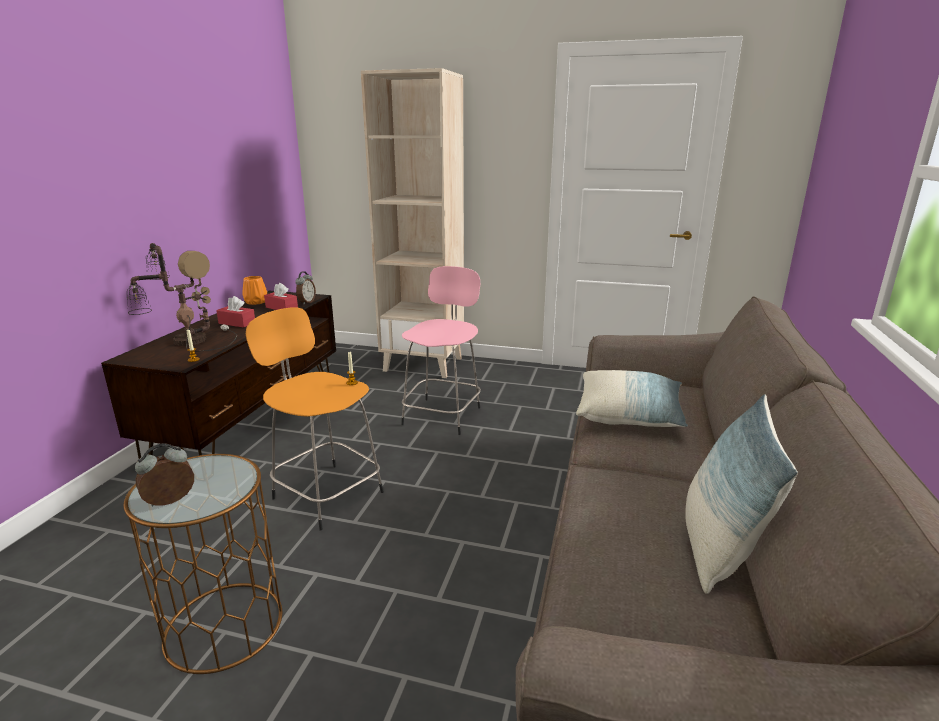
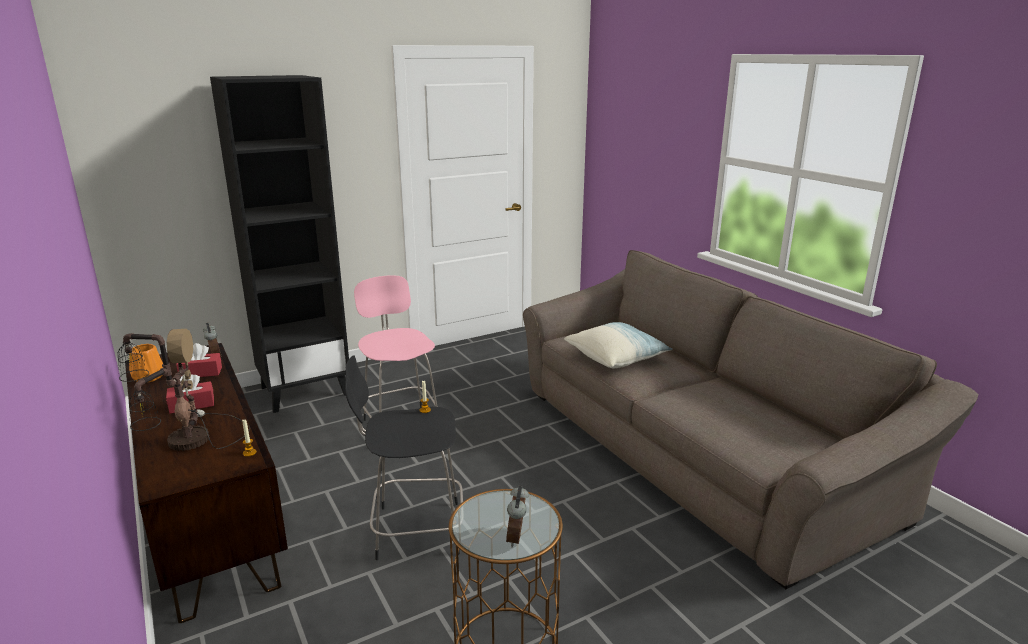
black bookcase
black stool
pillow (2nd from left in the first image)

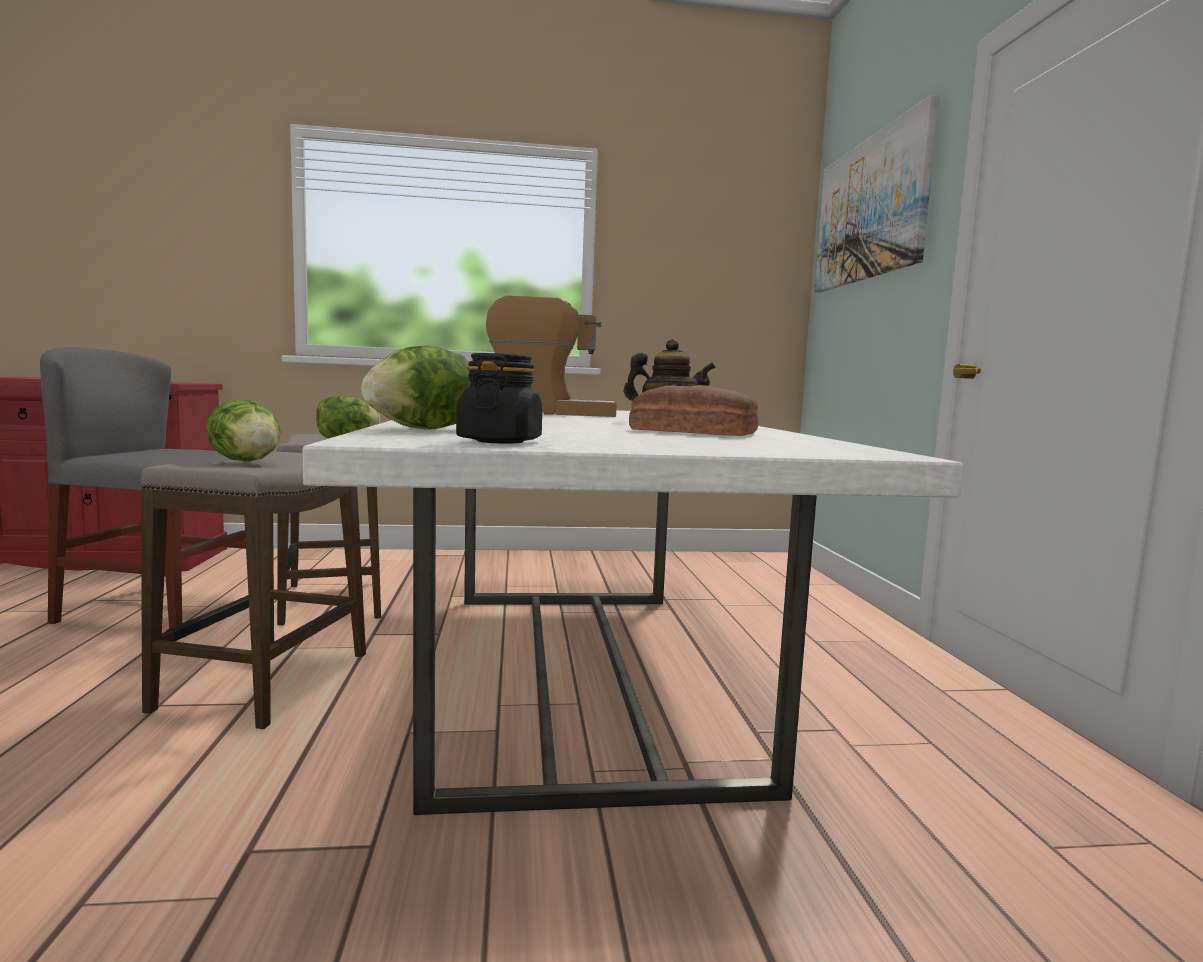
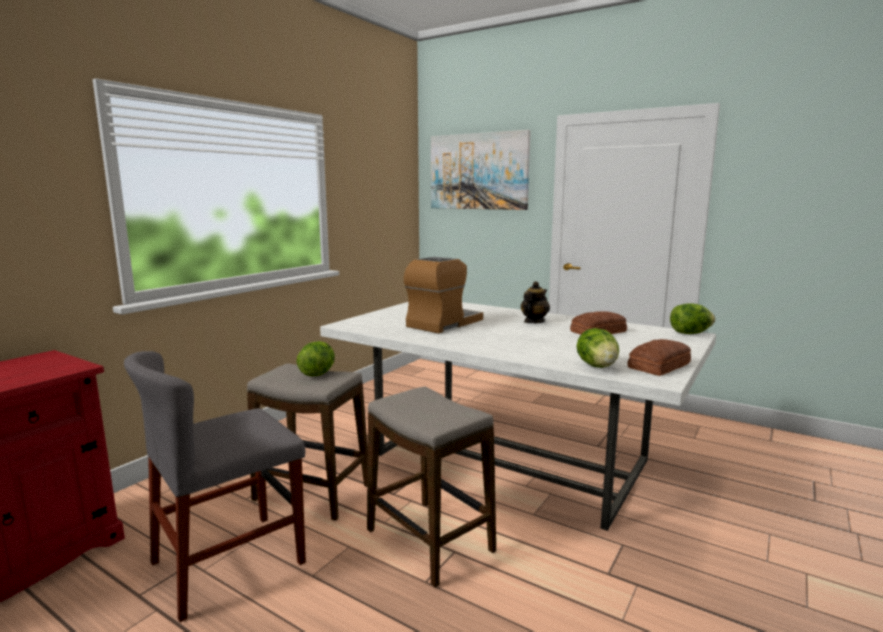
bread (2nd from left)
lettuce (3rd from left)

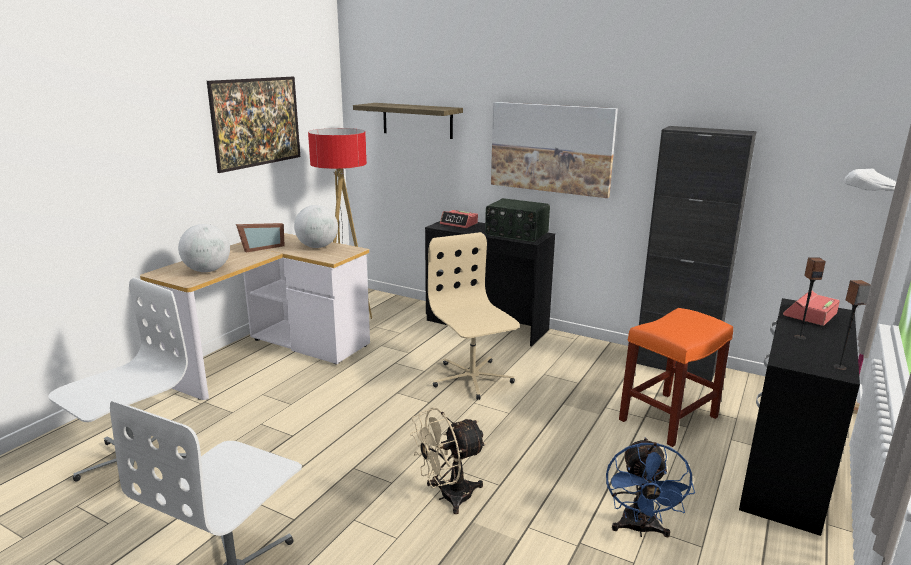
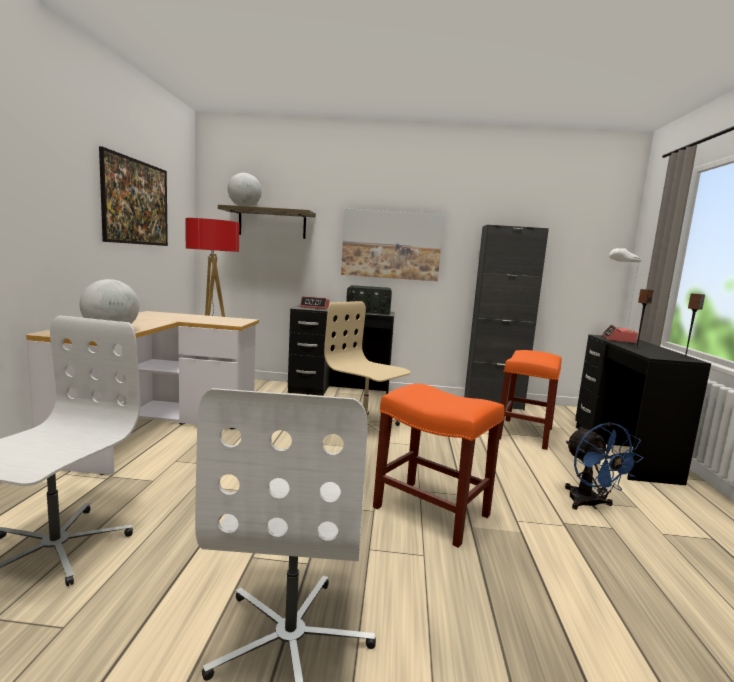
globe (2nd from left)
picture frame
orange stool (1st from left)

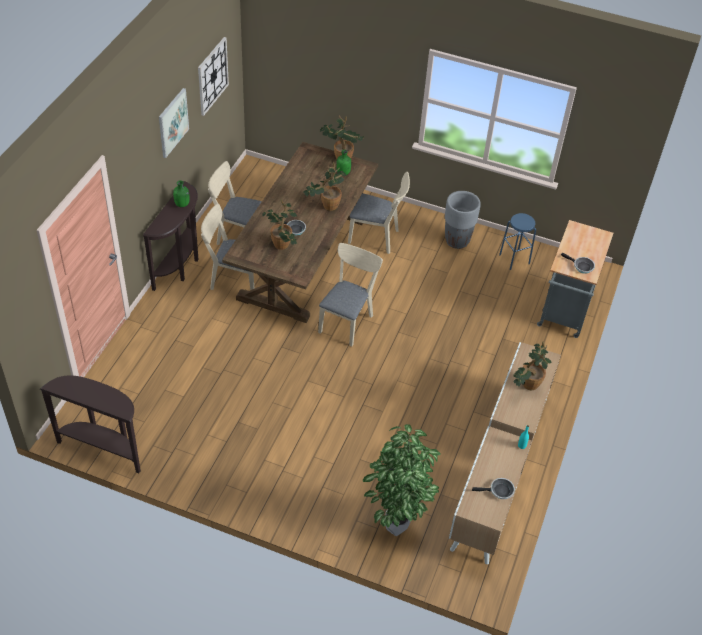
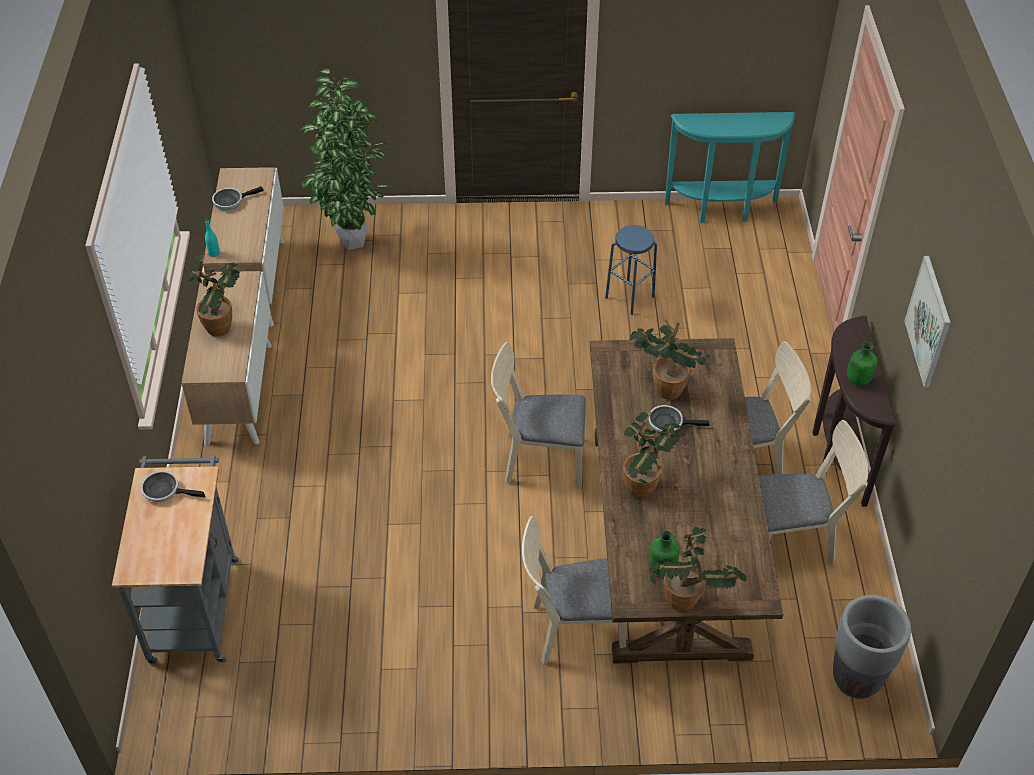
wall clock
grey planter
blue stool
beige chair (1st from left)
turquoise console table

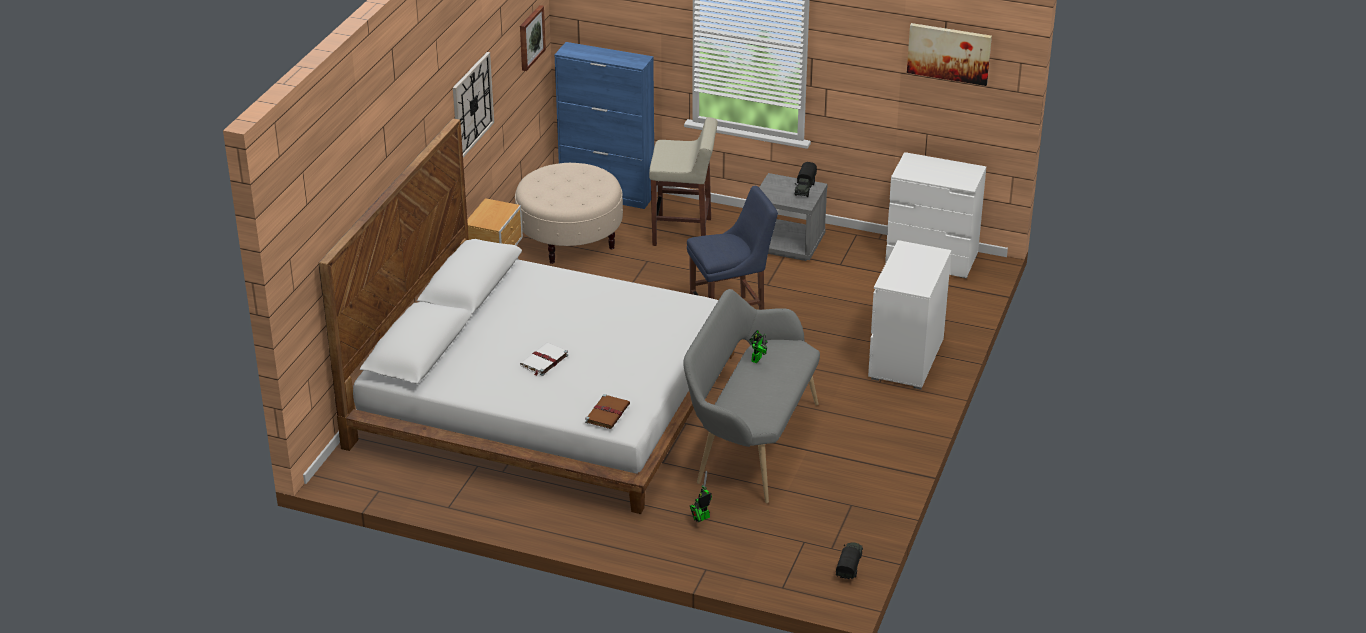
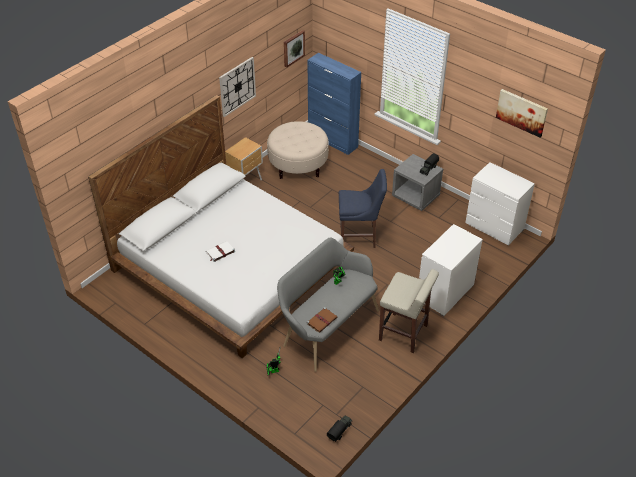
beige stool
brown book

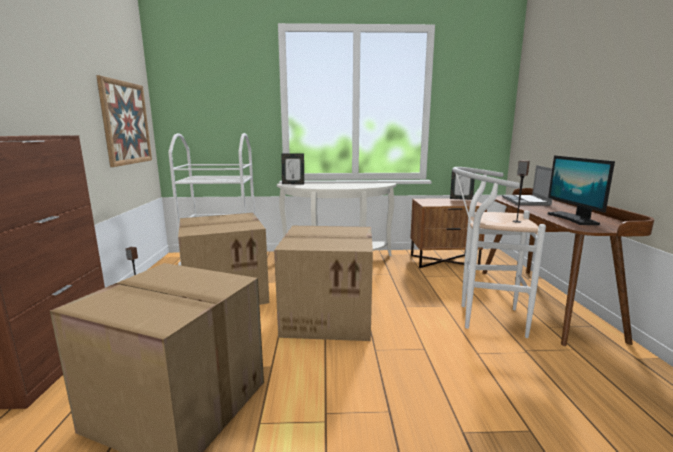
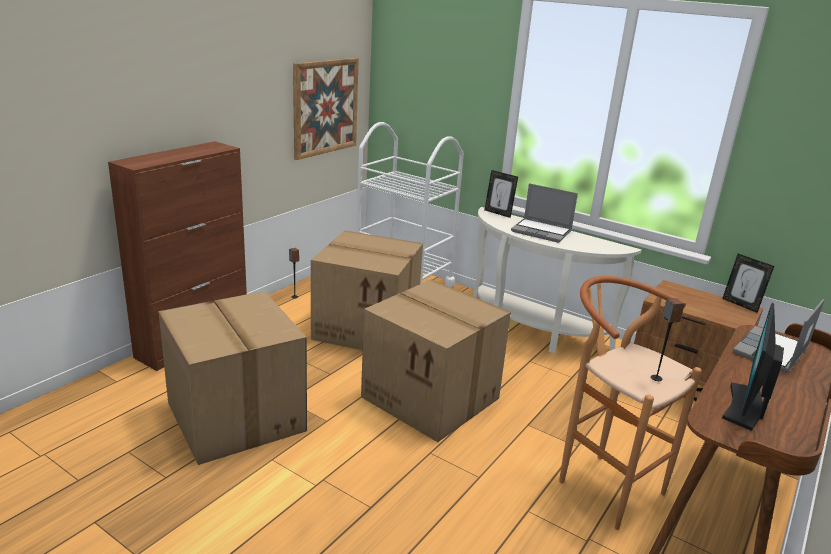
brown stool
laptop (1st from left)

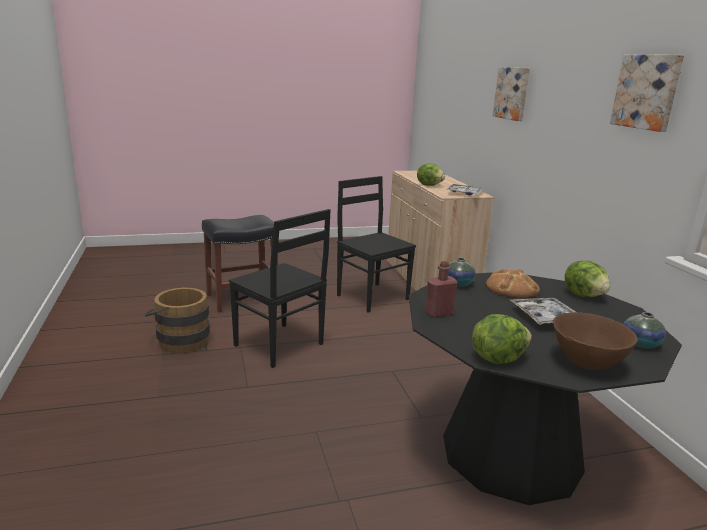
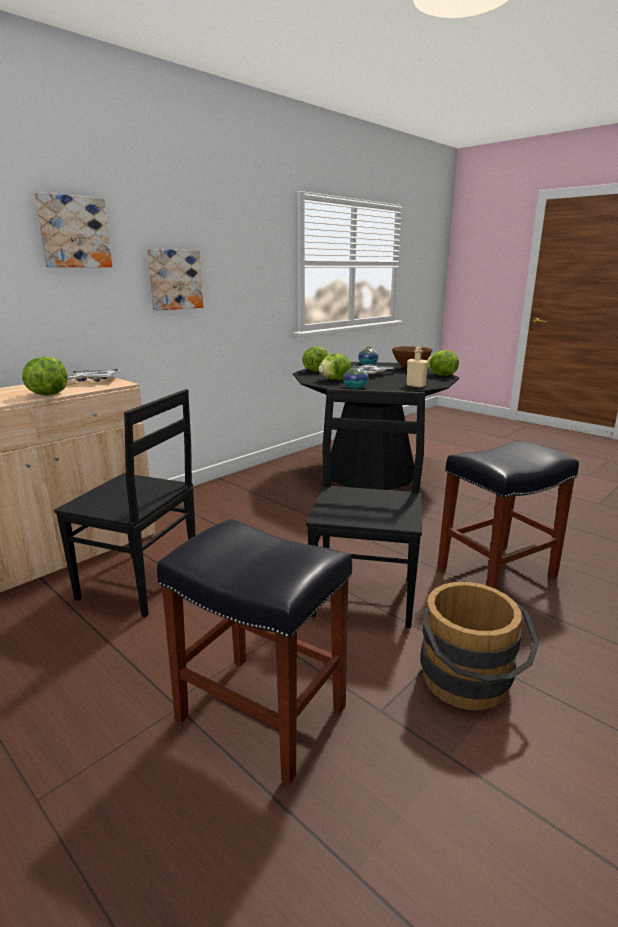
picture (2nd from left)
black chair (1st from left)
beige bottle
lettuce (3rd from left)
black stool (2nd from left)

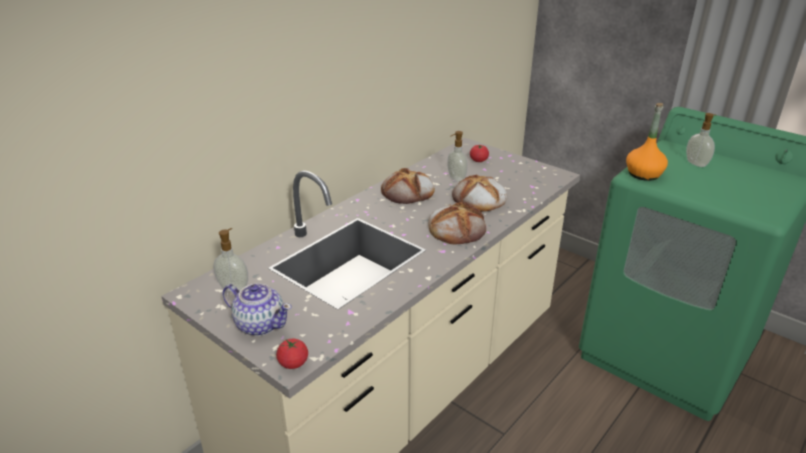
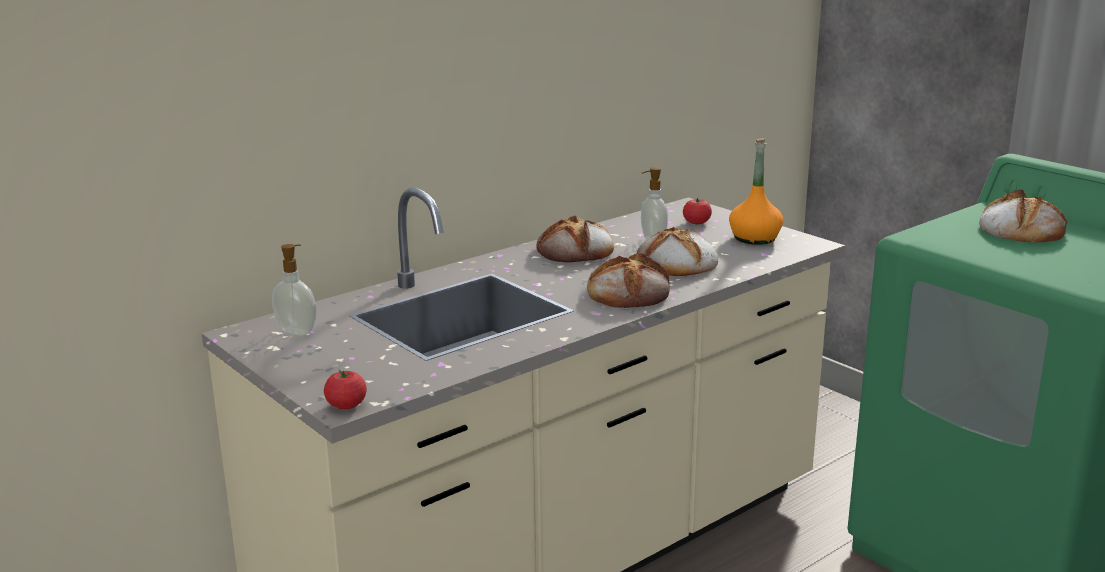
orange bottle
bread (4th from left)
teapot

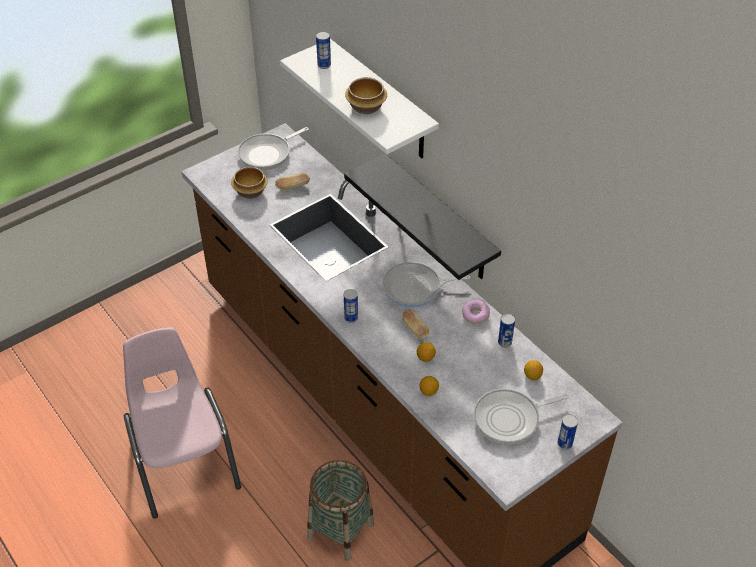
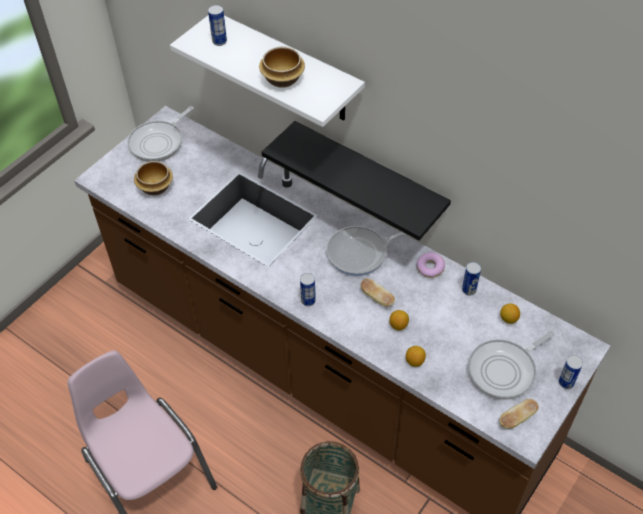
bread (2nd from left)

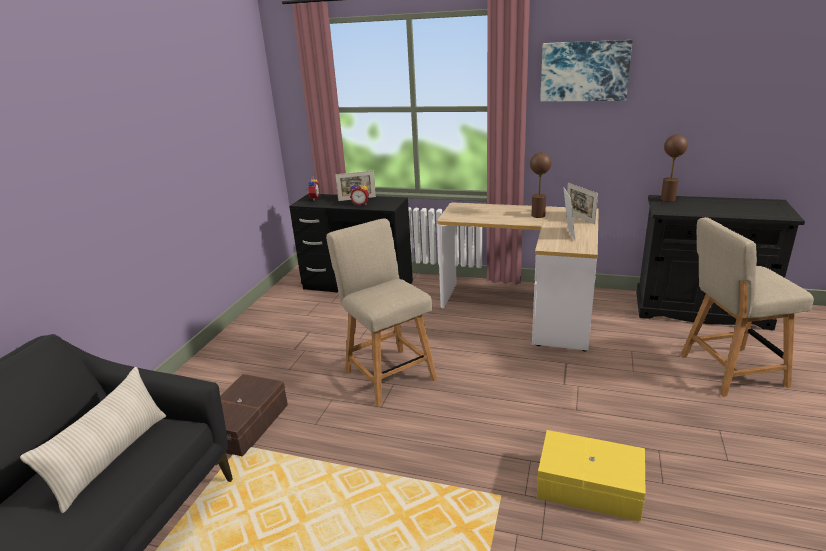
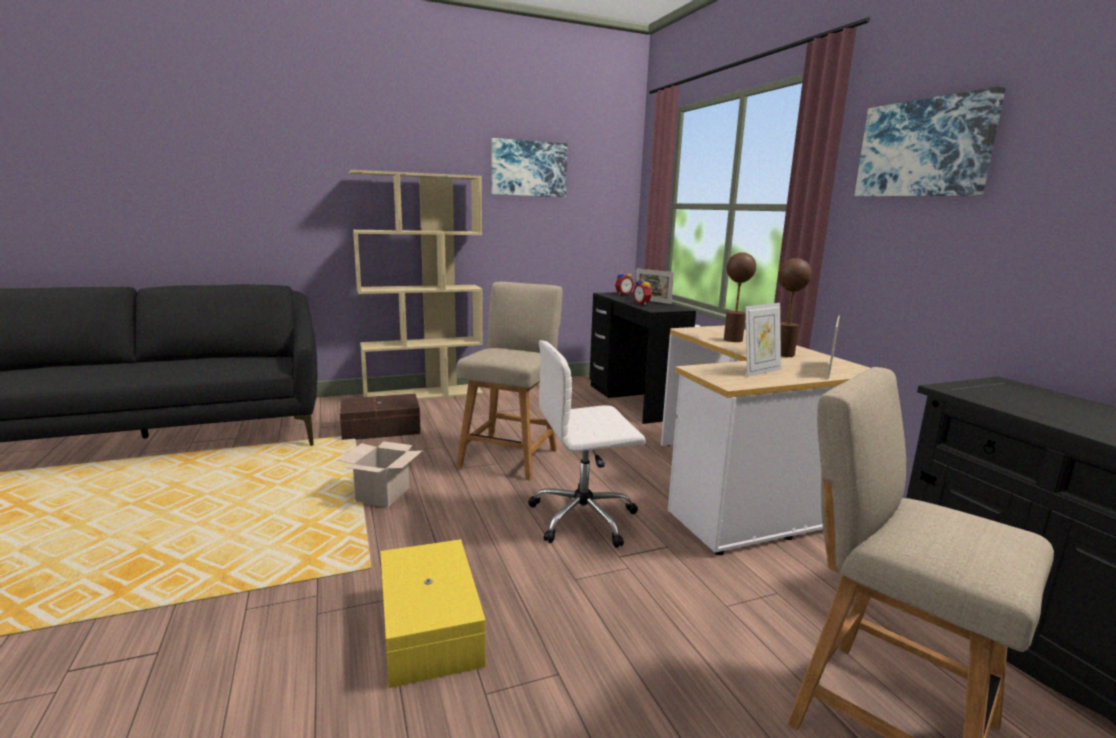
brown table lamp (1st from left)
beige pillow
picture (1st from left)
beige bookcase
white office chair
cardboard box

